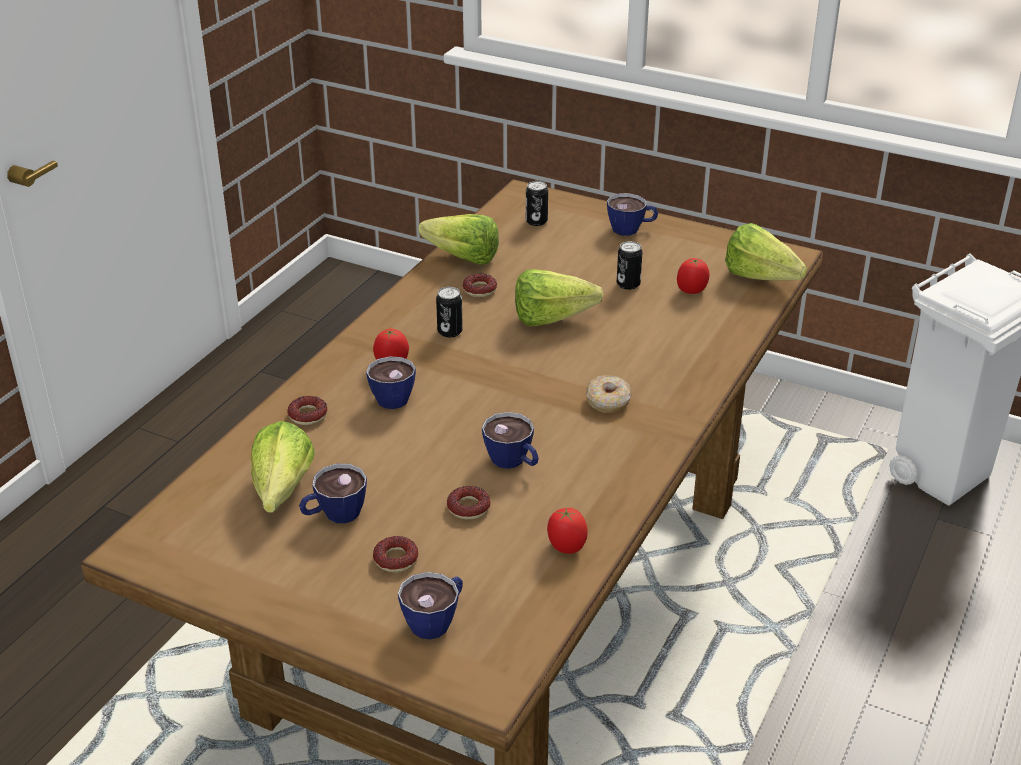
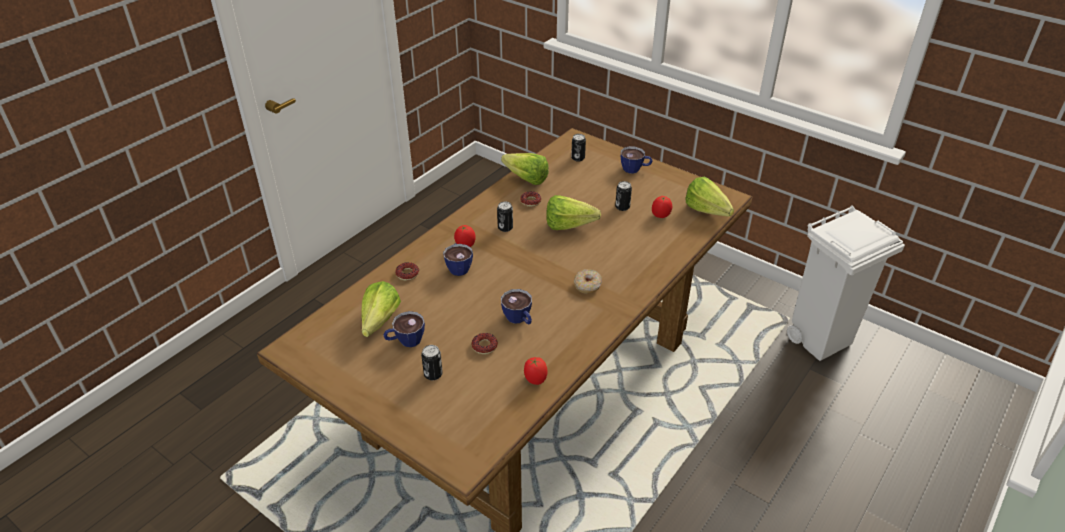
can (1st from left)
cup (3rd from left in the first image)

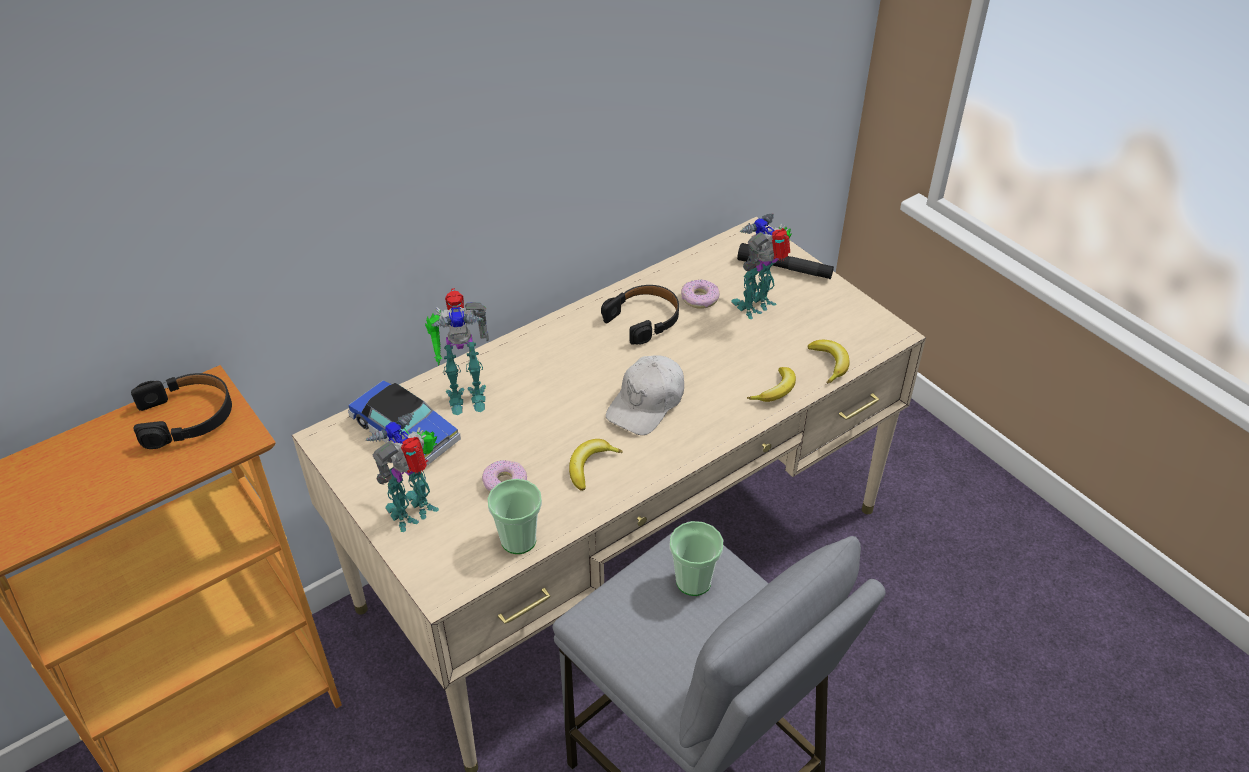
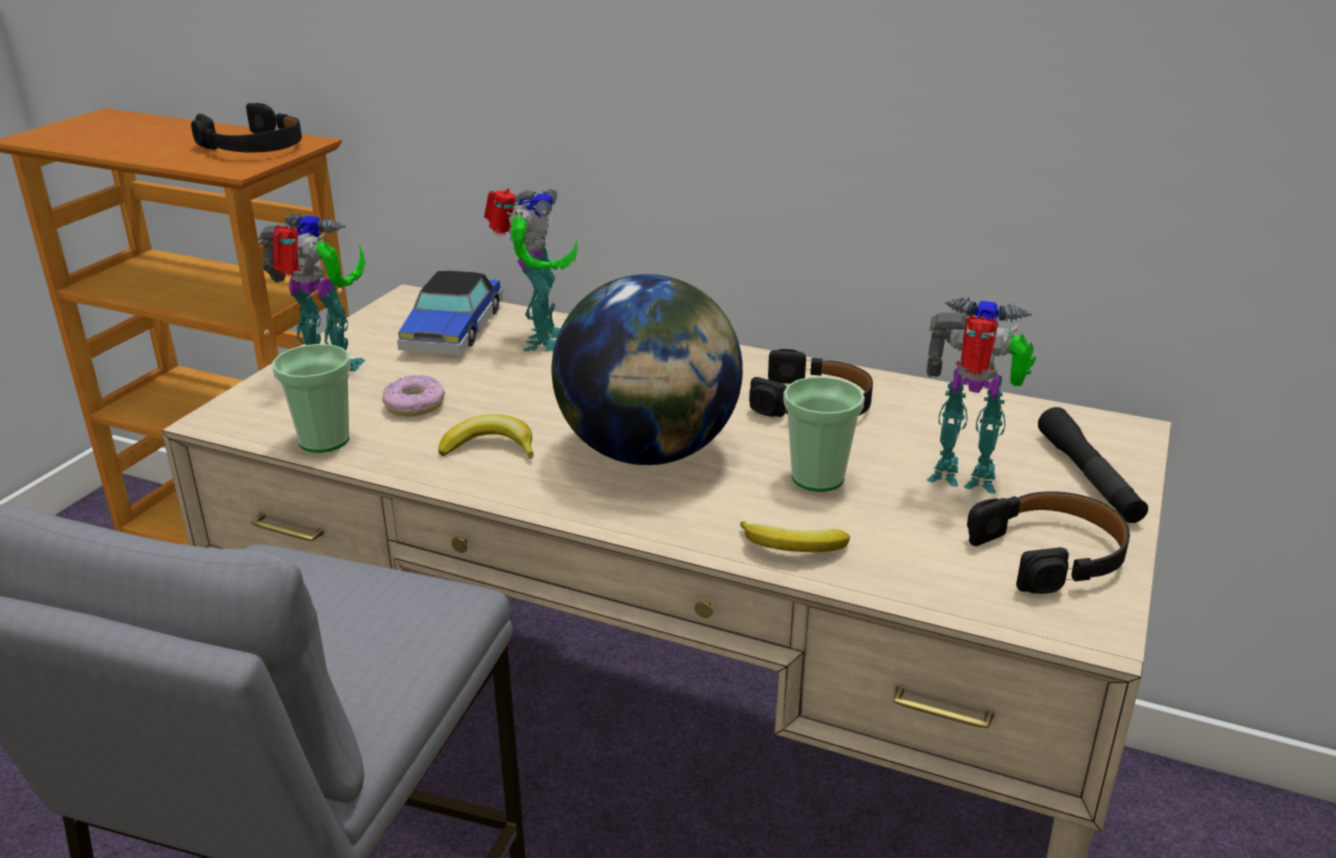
donut (2nd from left in the first image)
toy robot (2nd from left)
banana (3rd from left in the first image)
globe
cup (2nd from left)
black headphones (3rd from left)

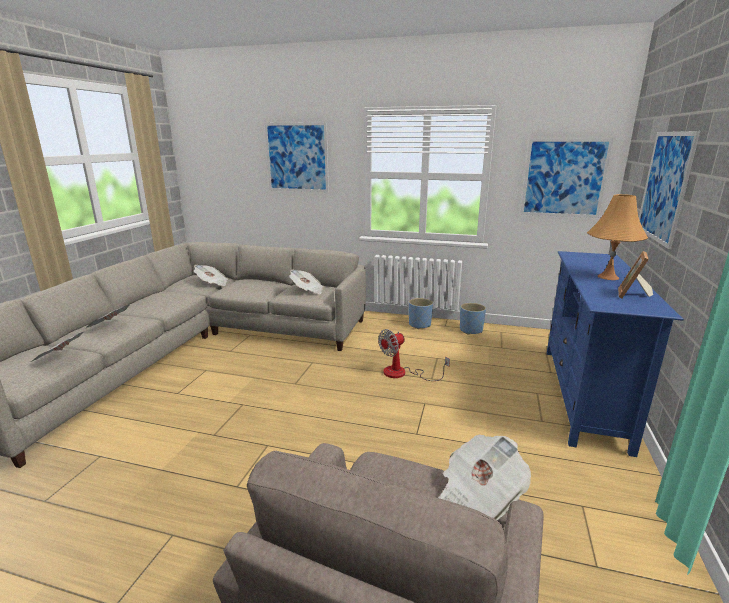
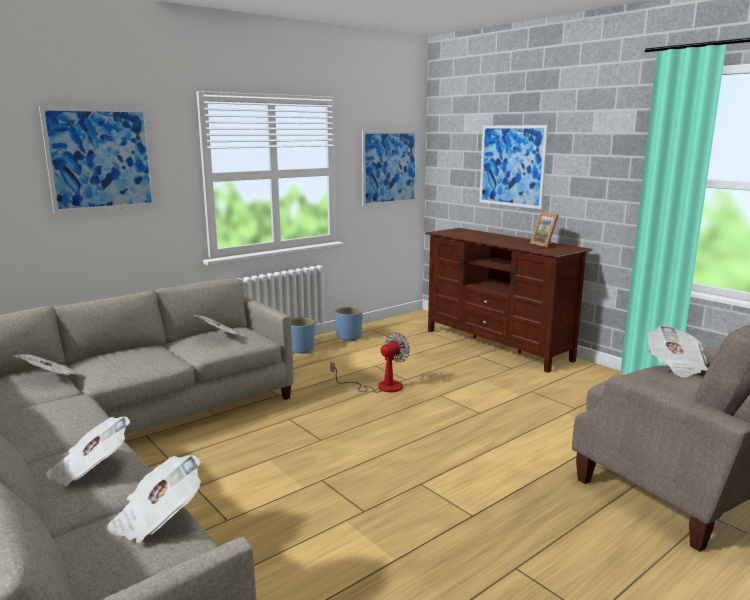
orange table lamp
brown tv stand
fan

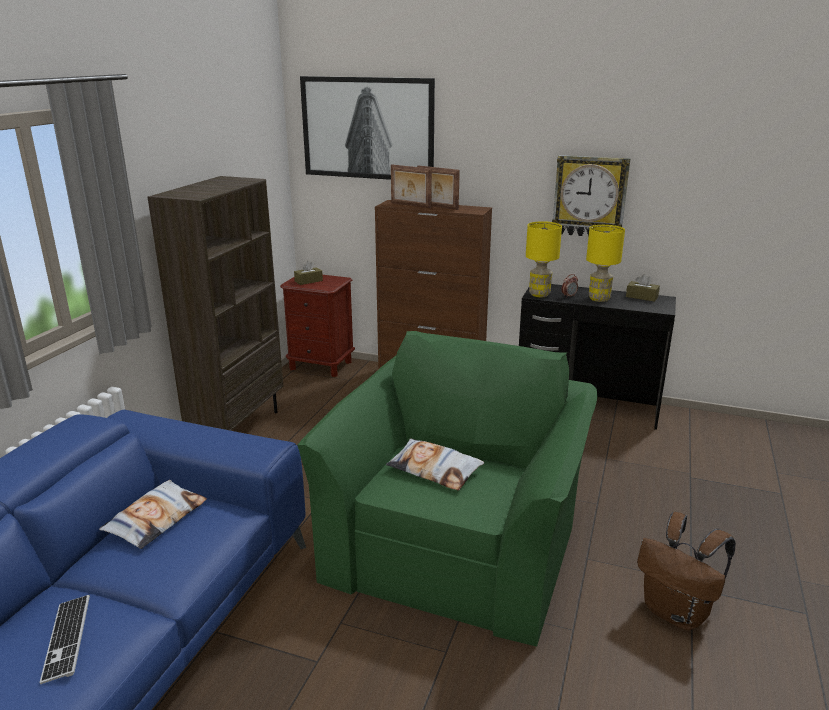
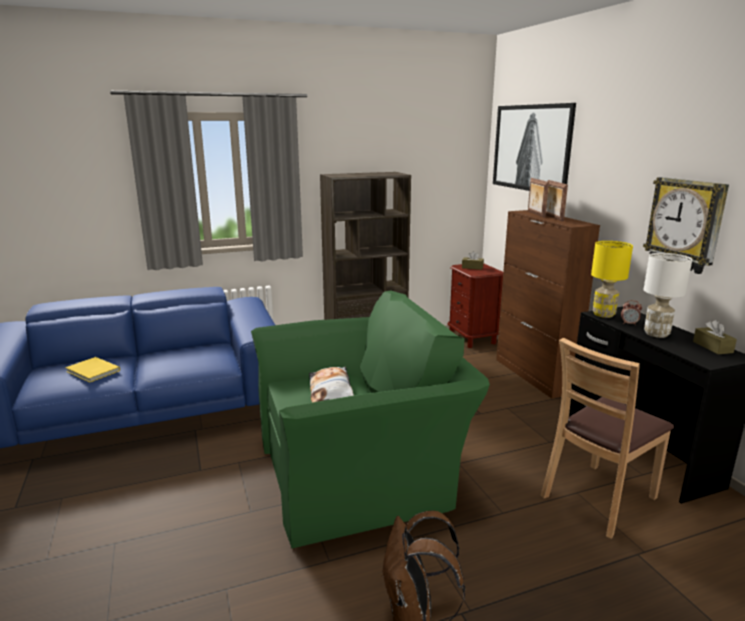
white table lamp
pillow (1st from left in the first image)
yellow book
brown chair

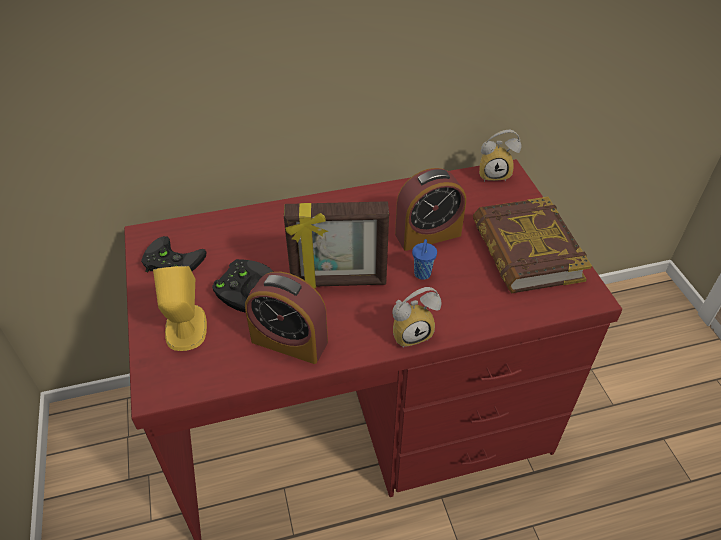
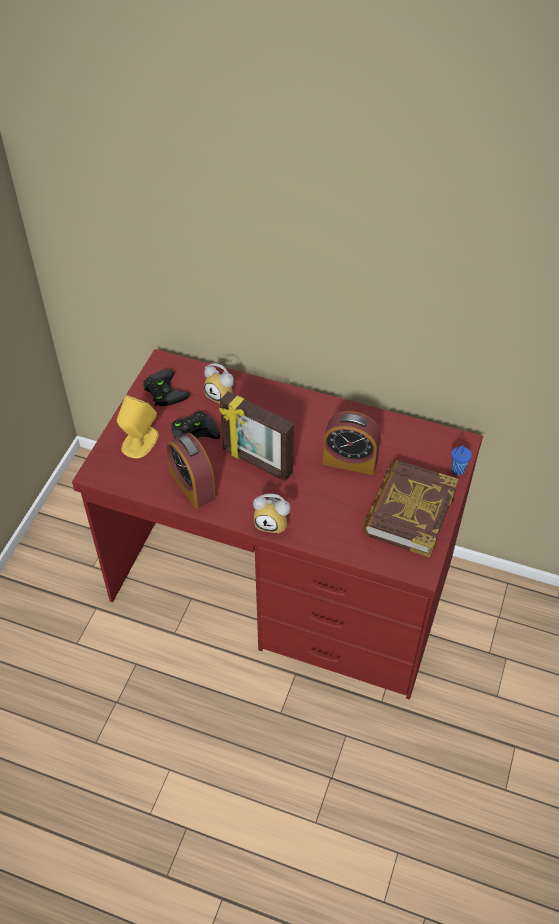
alarm clock (2nd from left)
blue cup

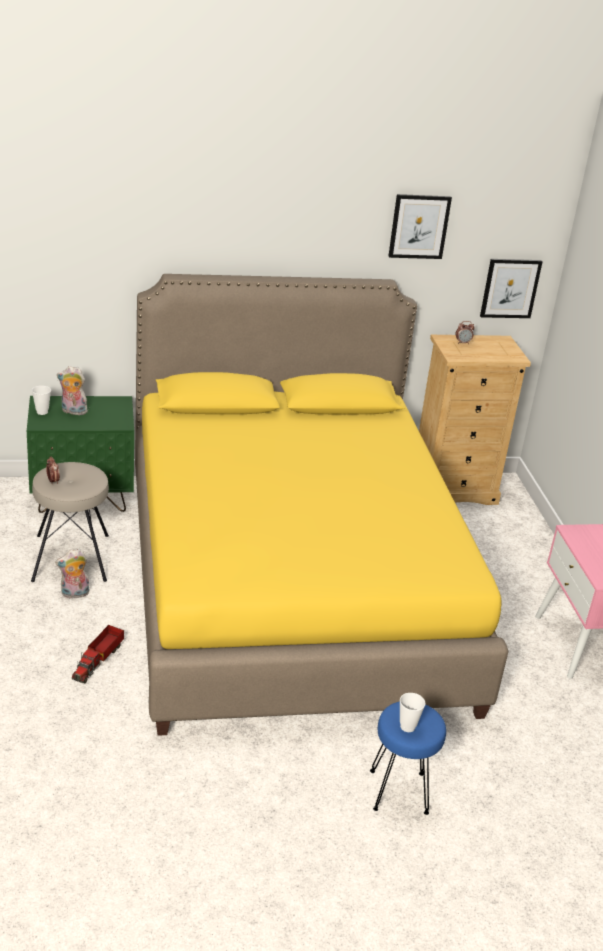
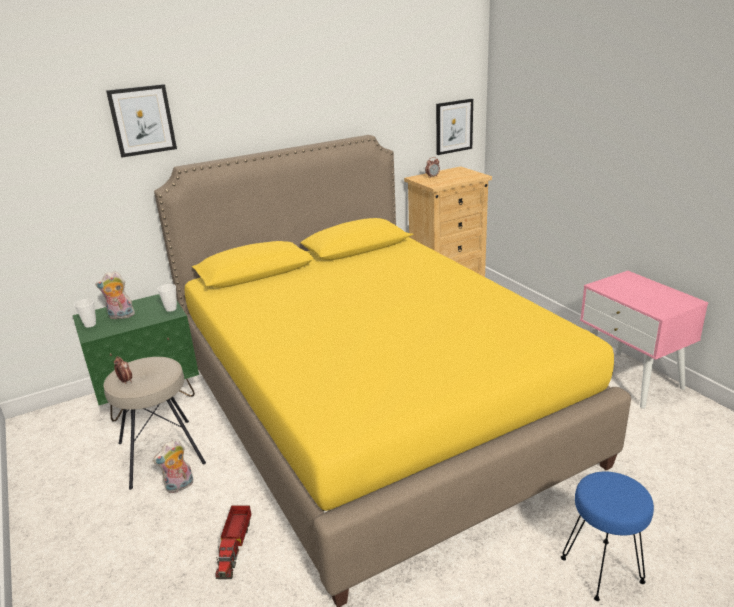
picture (1st from left)
cup (2nd from left)

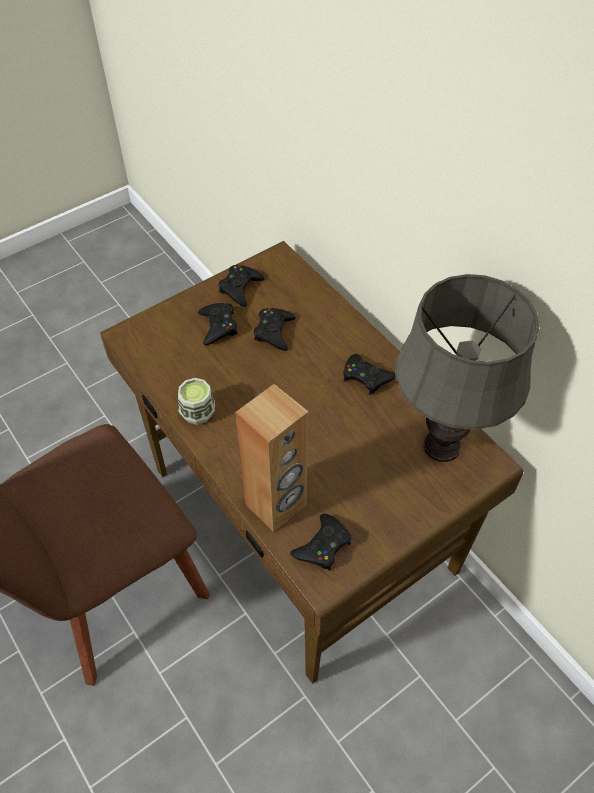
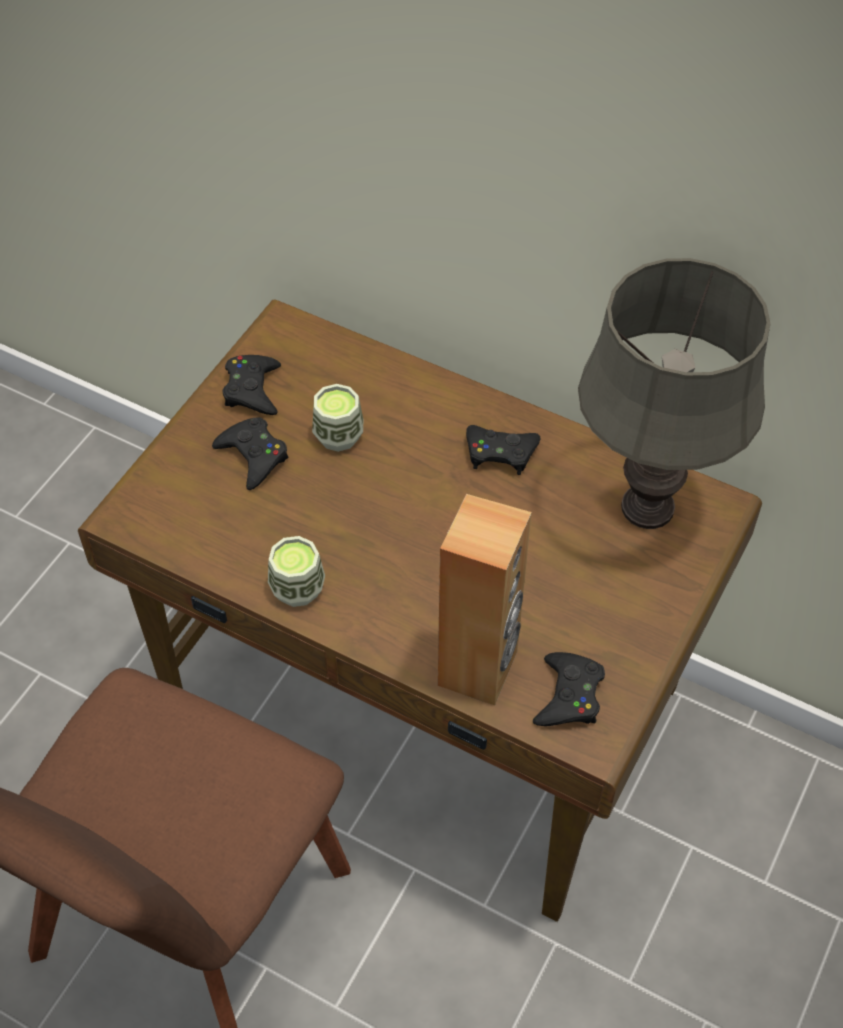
cup (2nd from left)

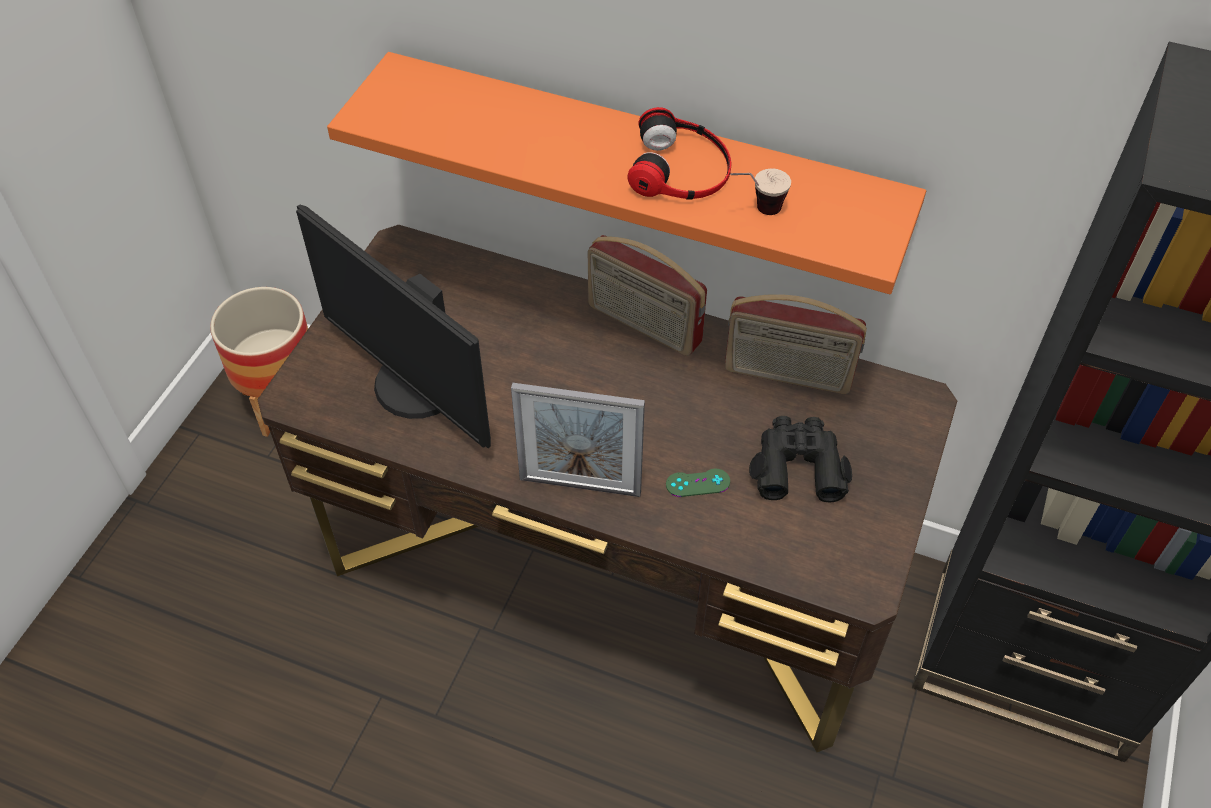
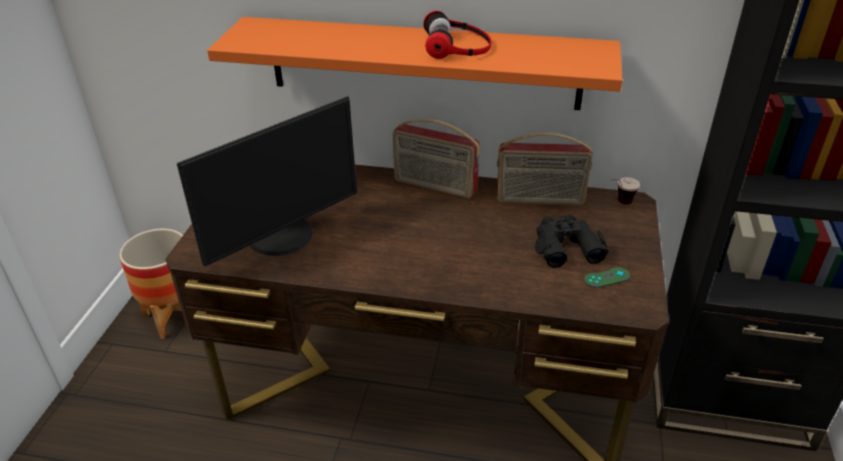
cup
monitor
picture frame
green game controller

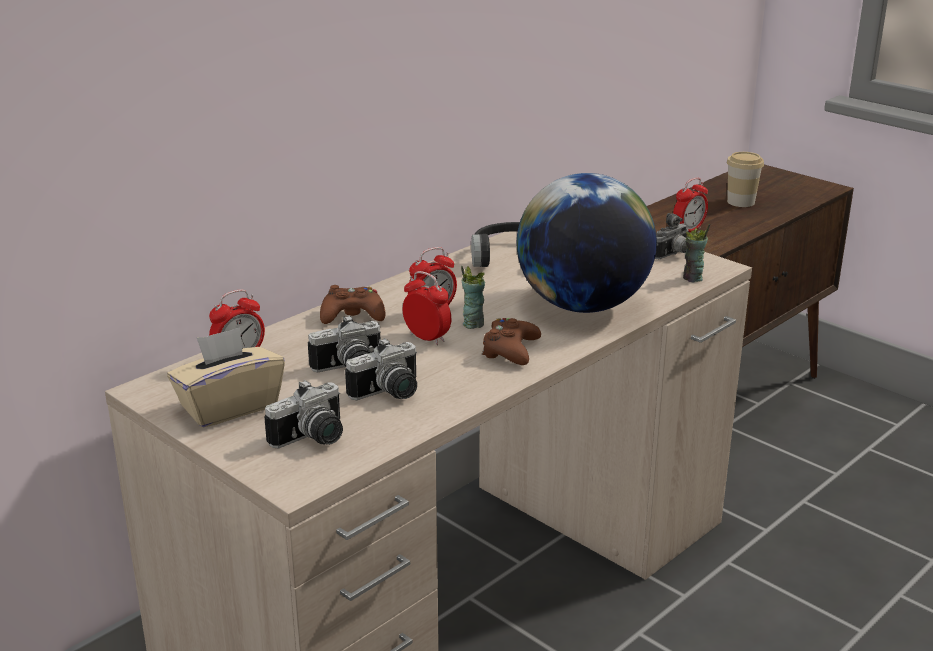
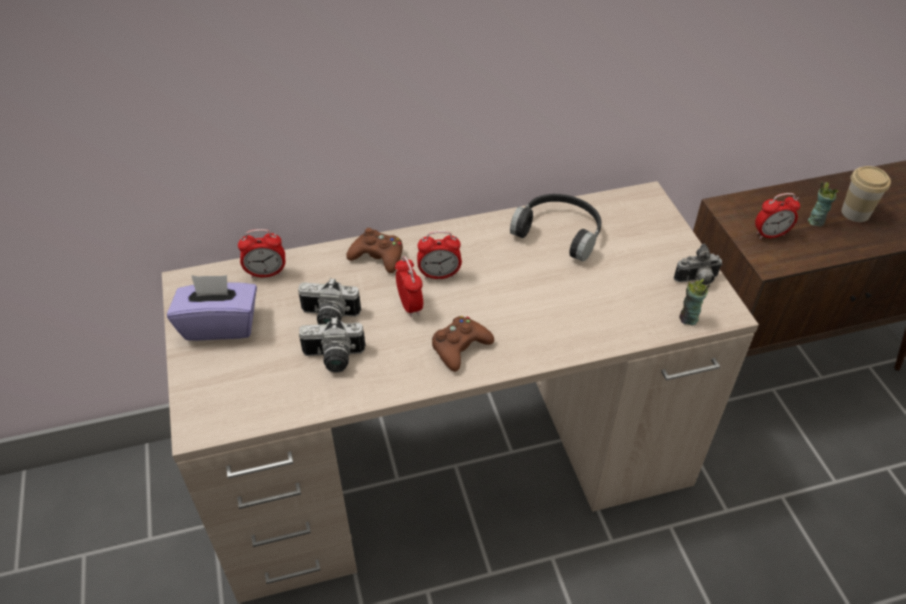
globe
cup (2nd from left)
purple tissue box
photo camera (1st from left in the first image)

